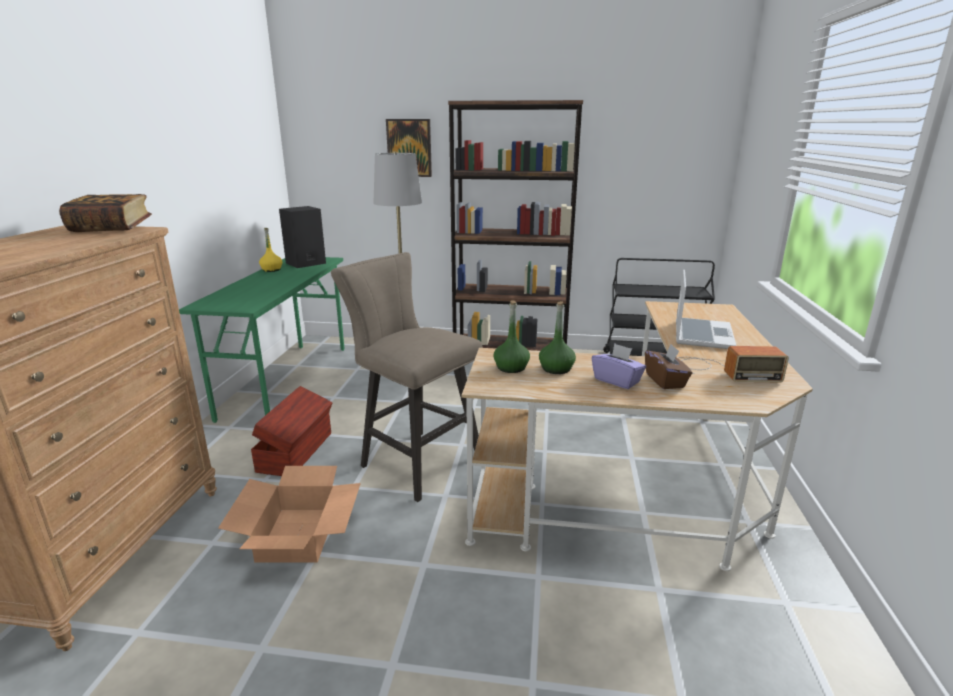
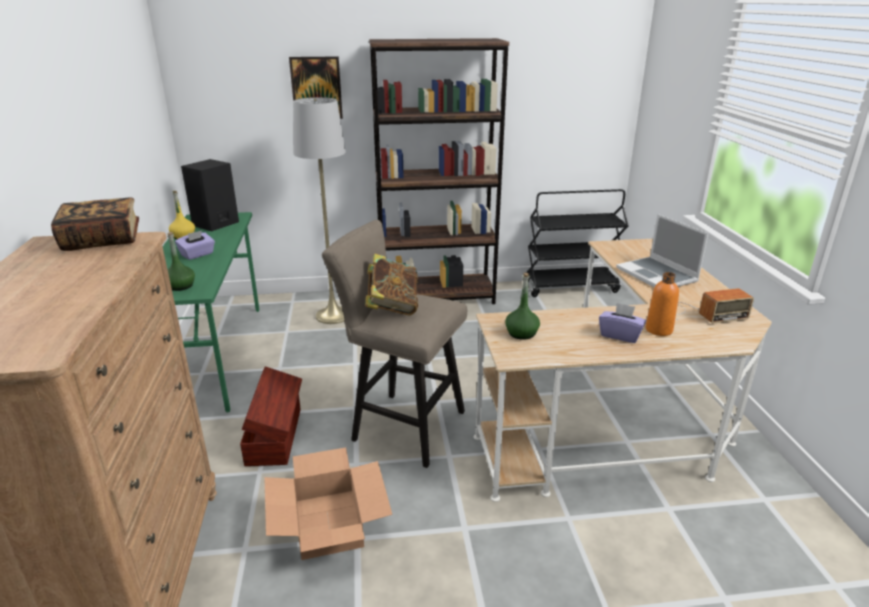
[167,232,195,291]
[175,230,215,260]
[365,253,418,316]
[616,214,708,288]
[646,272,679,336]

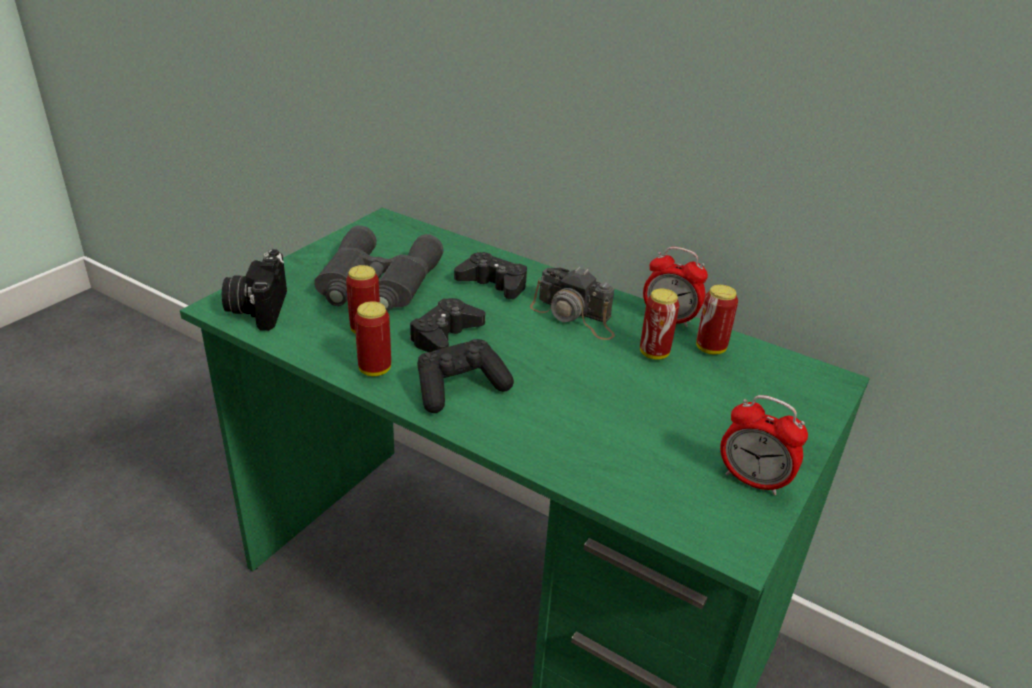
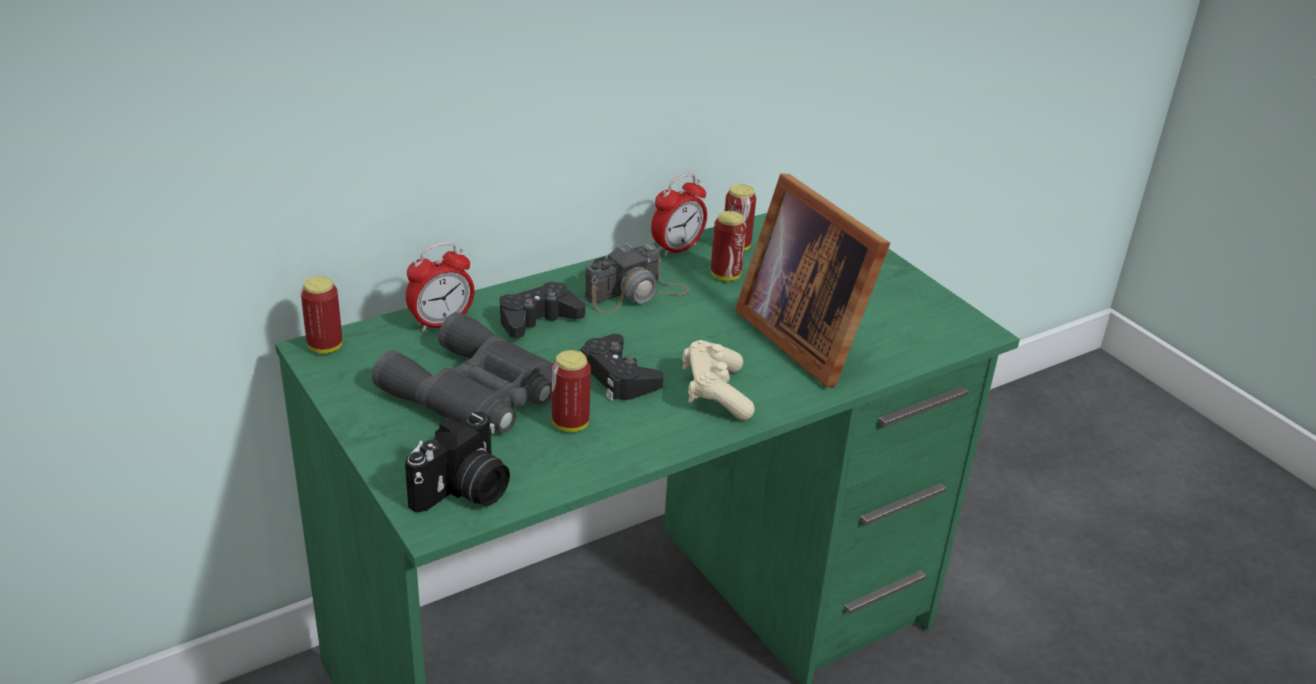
[301,276,342,354]
[405,412,510,513]
[406,242,475,332]
[682,340,755,420]
[735,174,890,387]

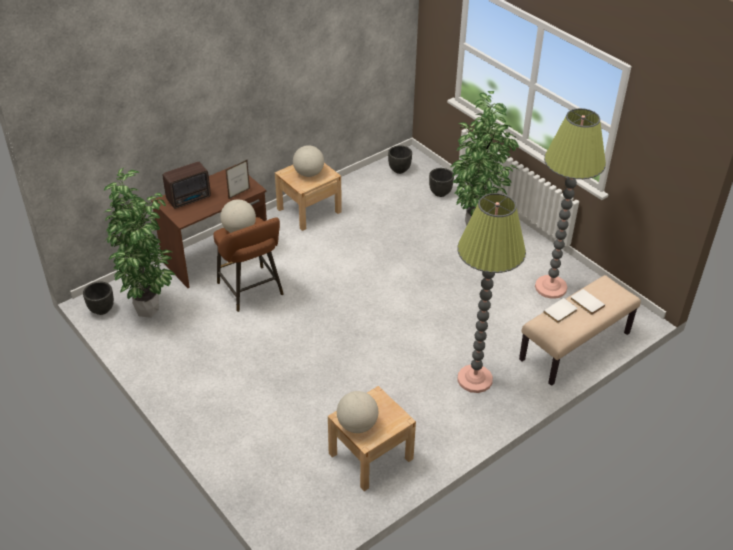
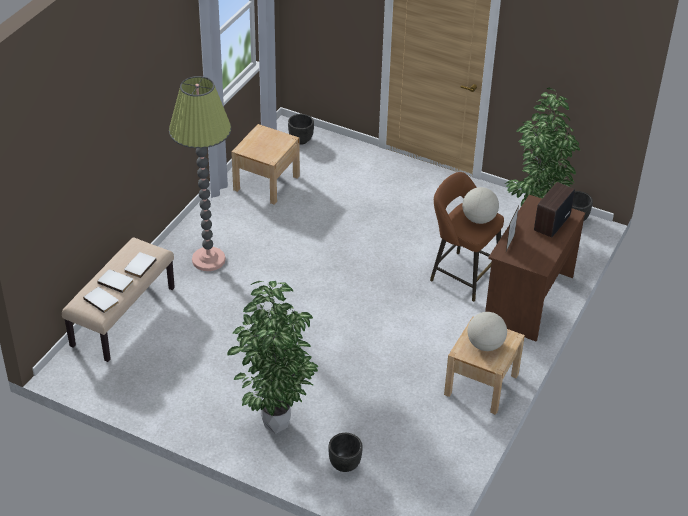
[83,287,119,313]
[288,114,314,145]
[337,391,378,433] (first image)
[535,108,606,299] (first image)

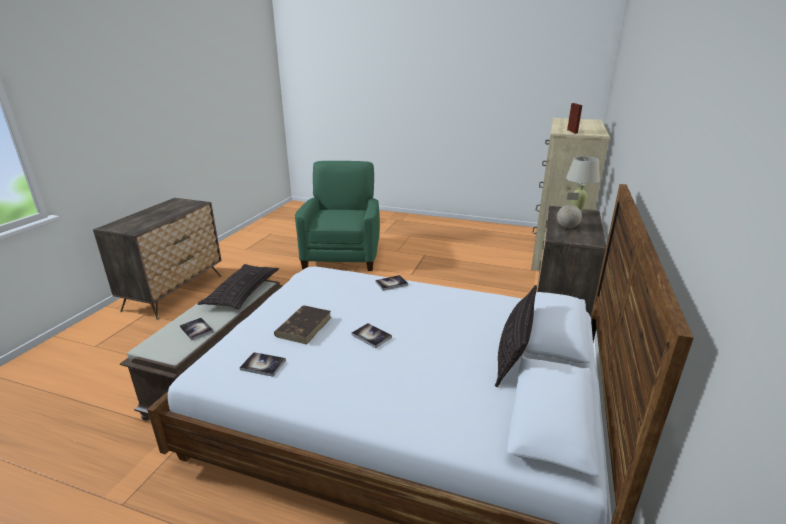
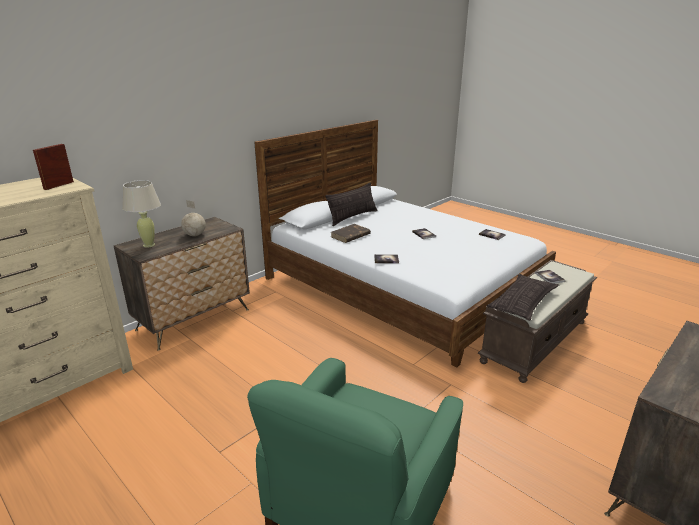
[331,224,371,243]

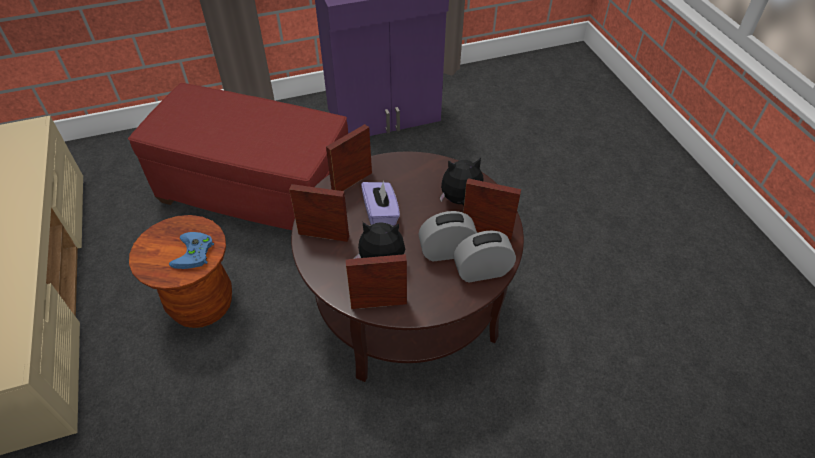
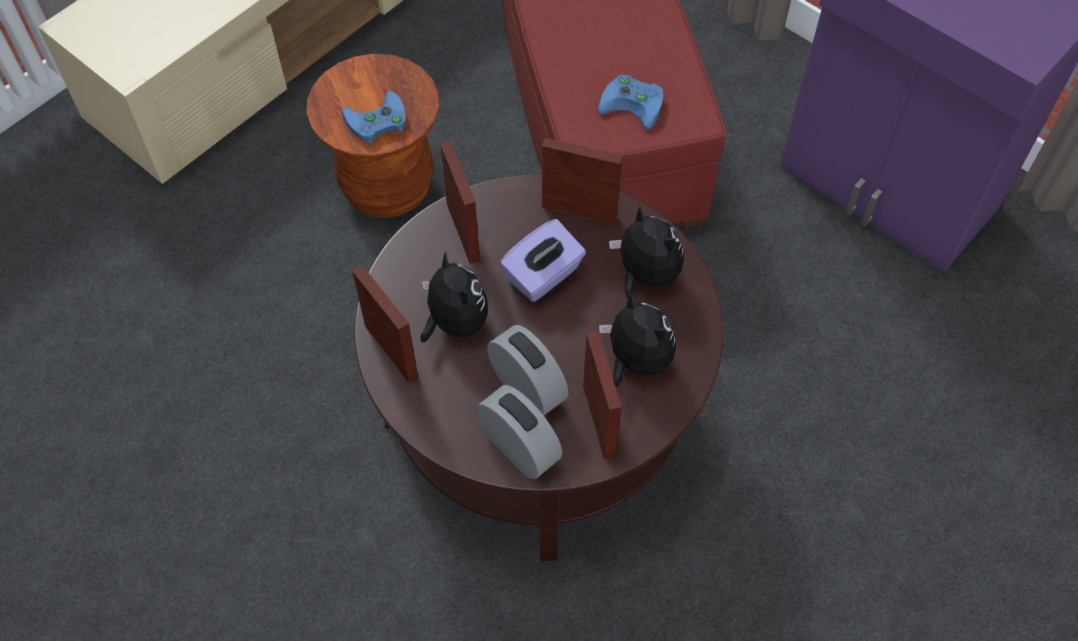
[598,75,663,130]
[609,206,684,298]

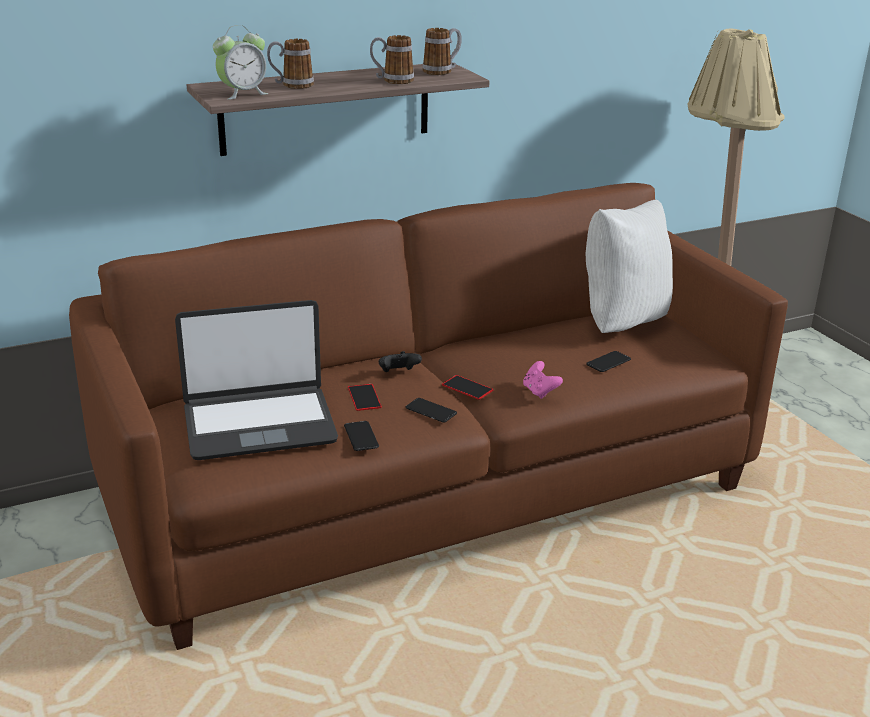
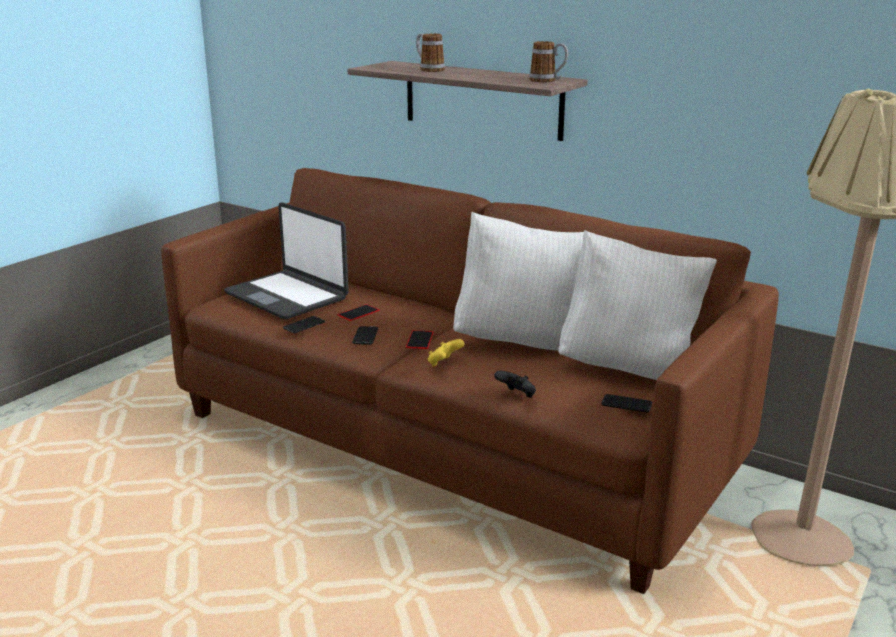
[428,339,464,367]
[454,212,584,350]
[494,371,536,398]
[601,394,652,413]
[213,25,269,100] (first image)
[370,35,414,84] (first image)

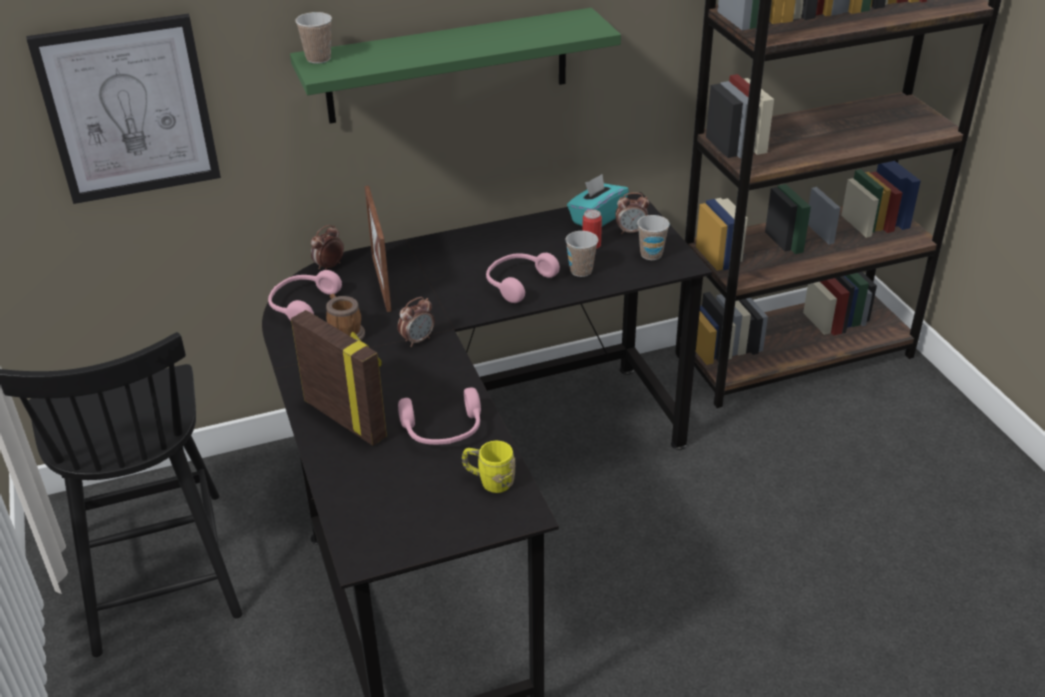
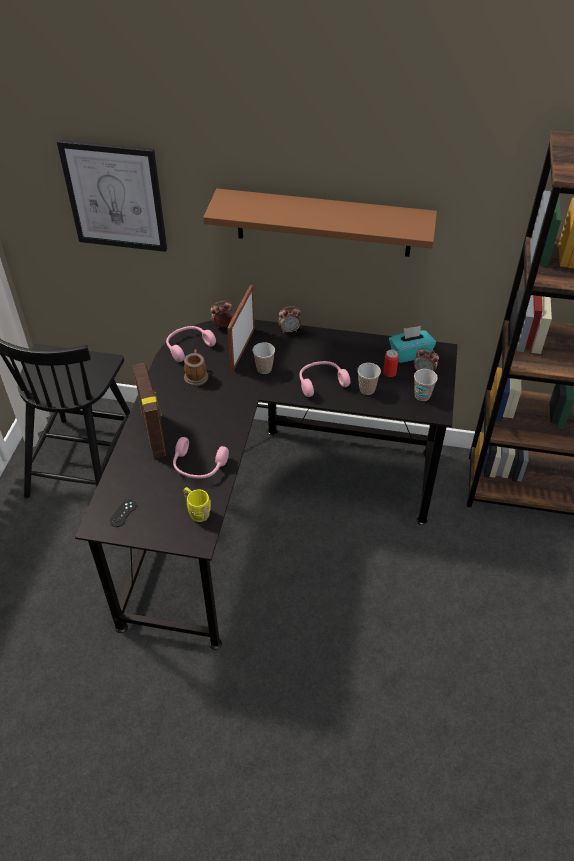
[109,499,136,527]
[203,188,437,257]
[252,342,275,374]
[278,306,301,333]

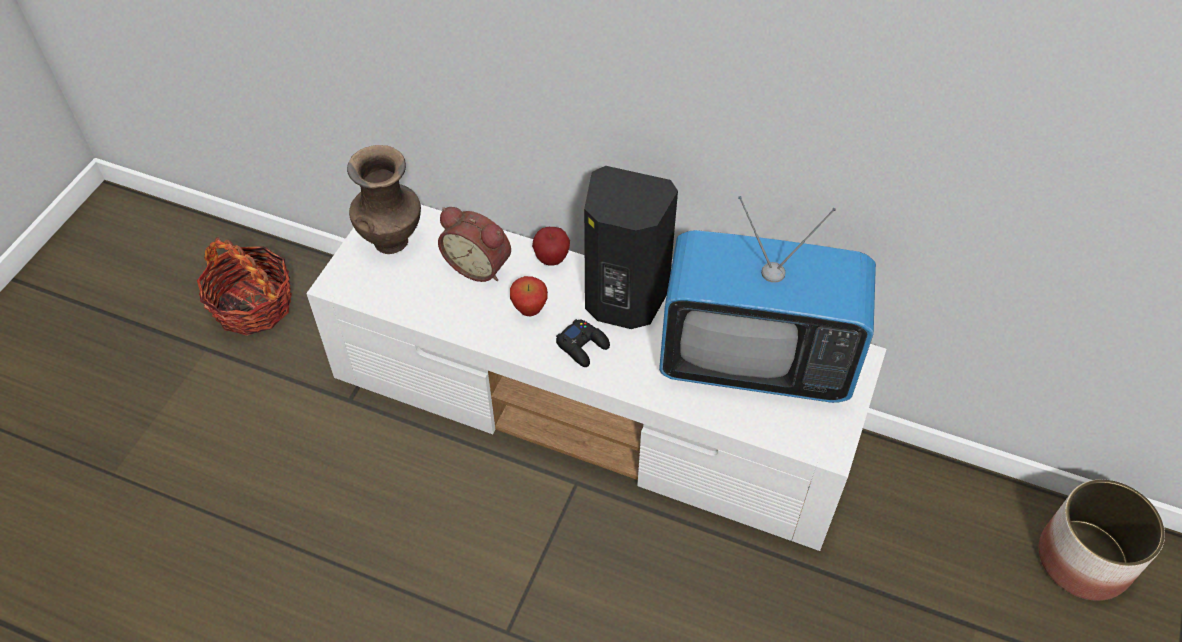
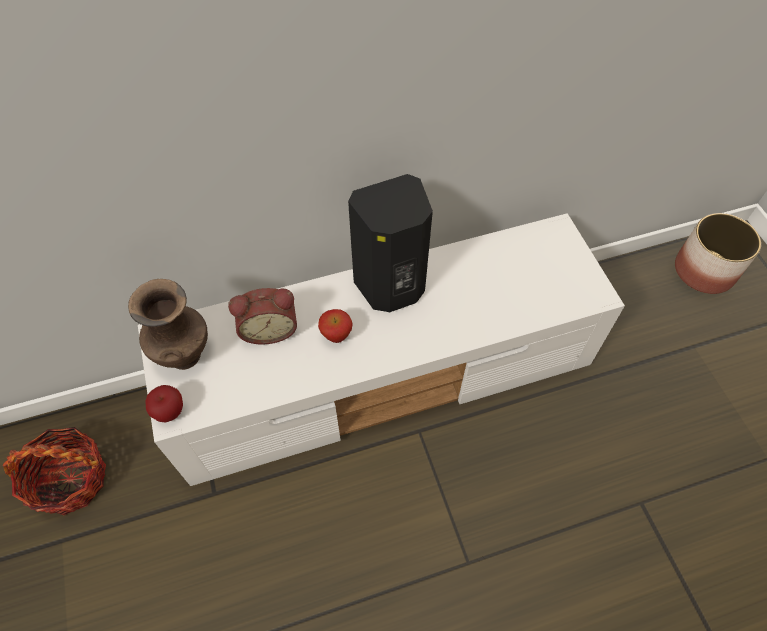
[145,385,183,422]
[556,319,610,367] (first image)
[659,196,876,403] (first image)

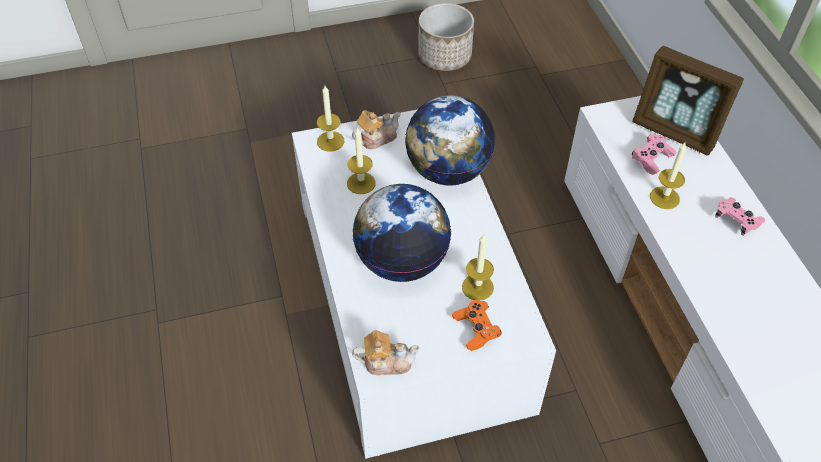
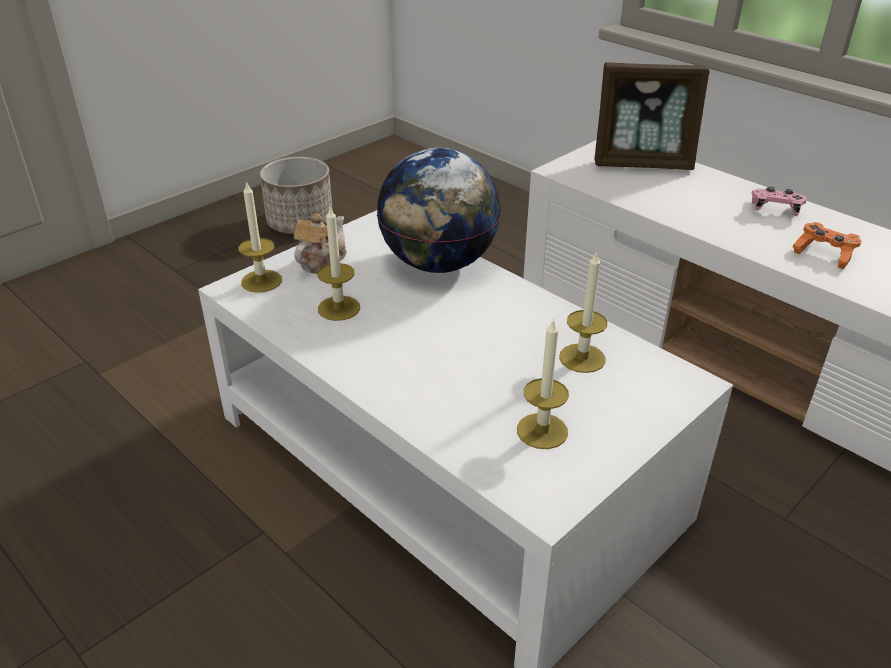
[517,318,569,449]
[792,222,861,269]
[352,184,451,282] (first image)
[352,330,420,375] (first image)
[632,134,676,175] (first image)

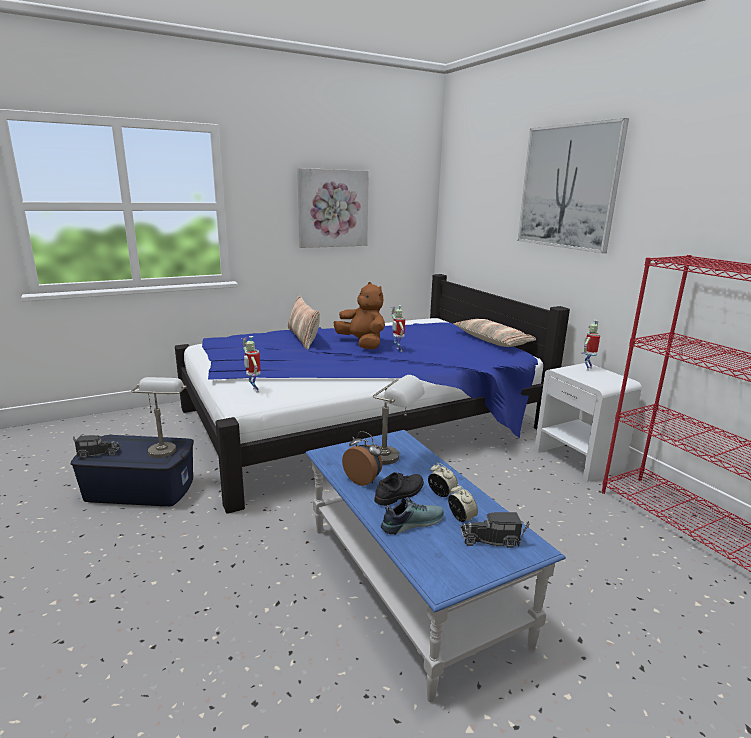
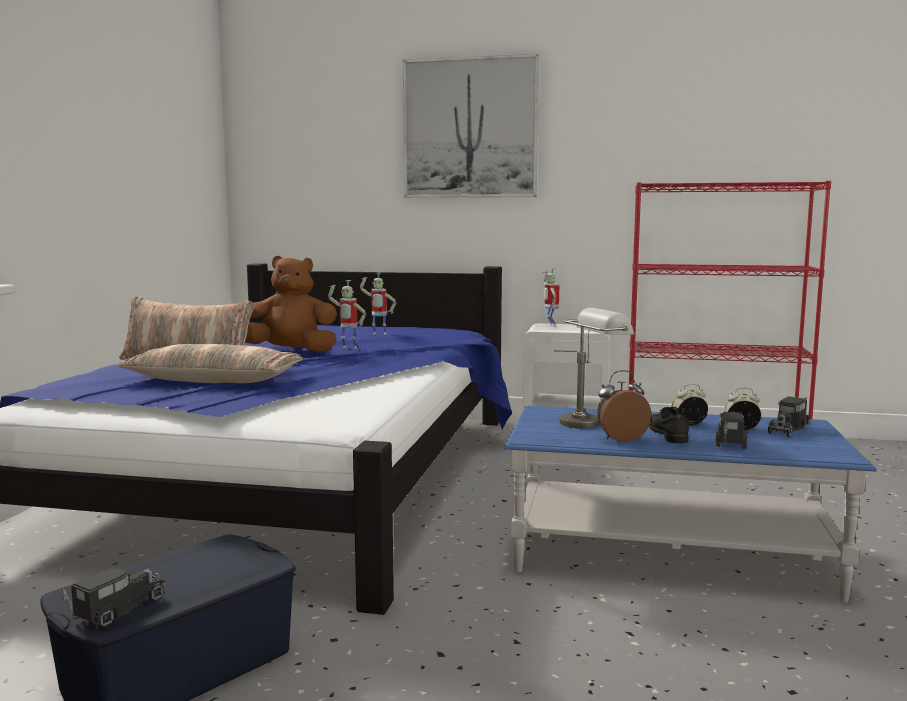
[116,344,303,383]
[360,273,396,334]
[715,412,747,449]
[131,377,187,458] (first image)
[297,168,369,248] (first image)

